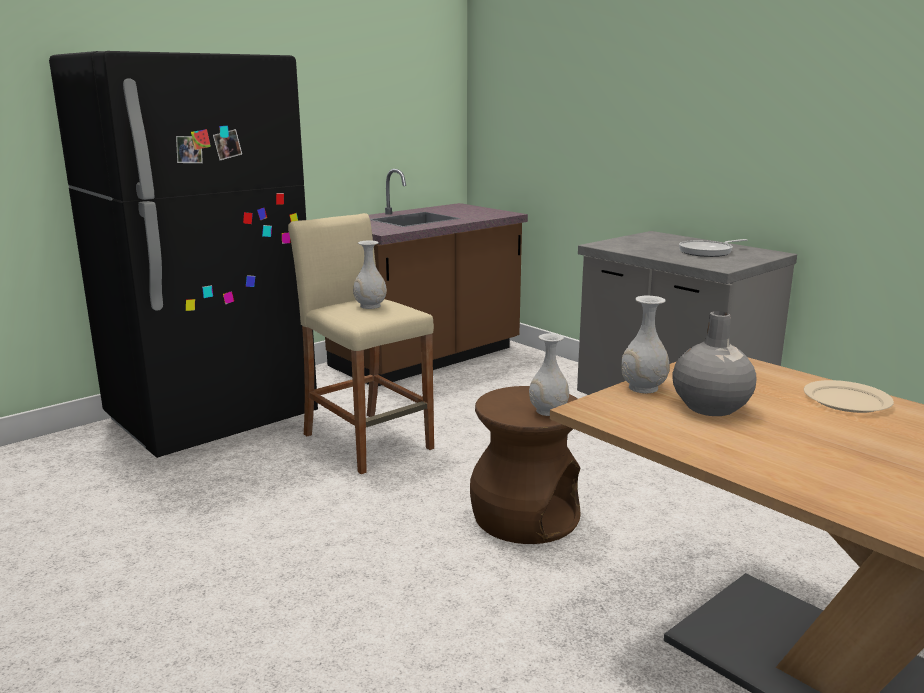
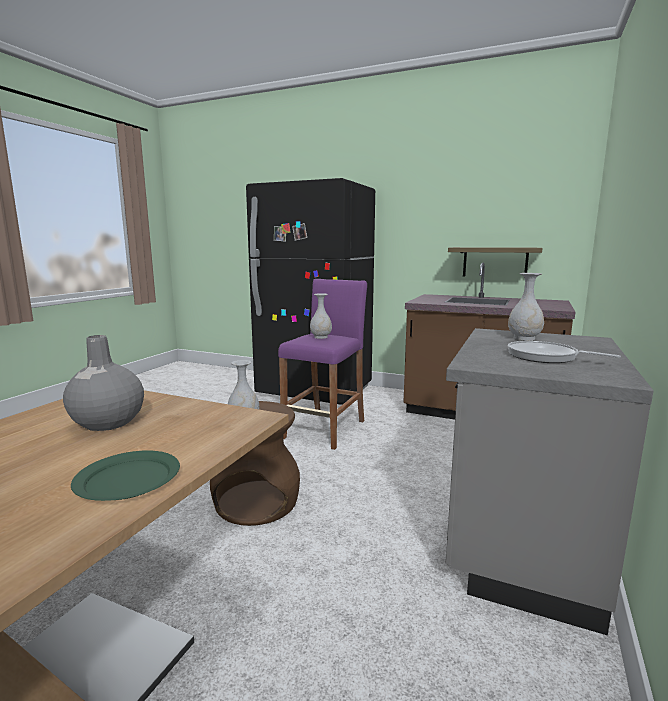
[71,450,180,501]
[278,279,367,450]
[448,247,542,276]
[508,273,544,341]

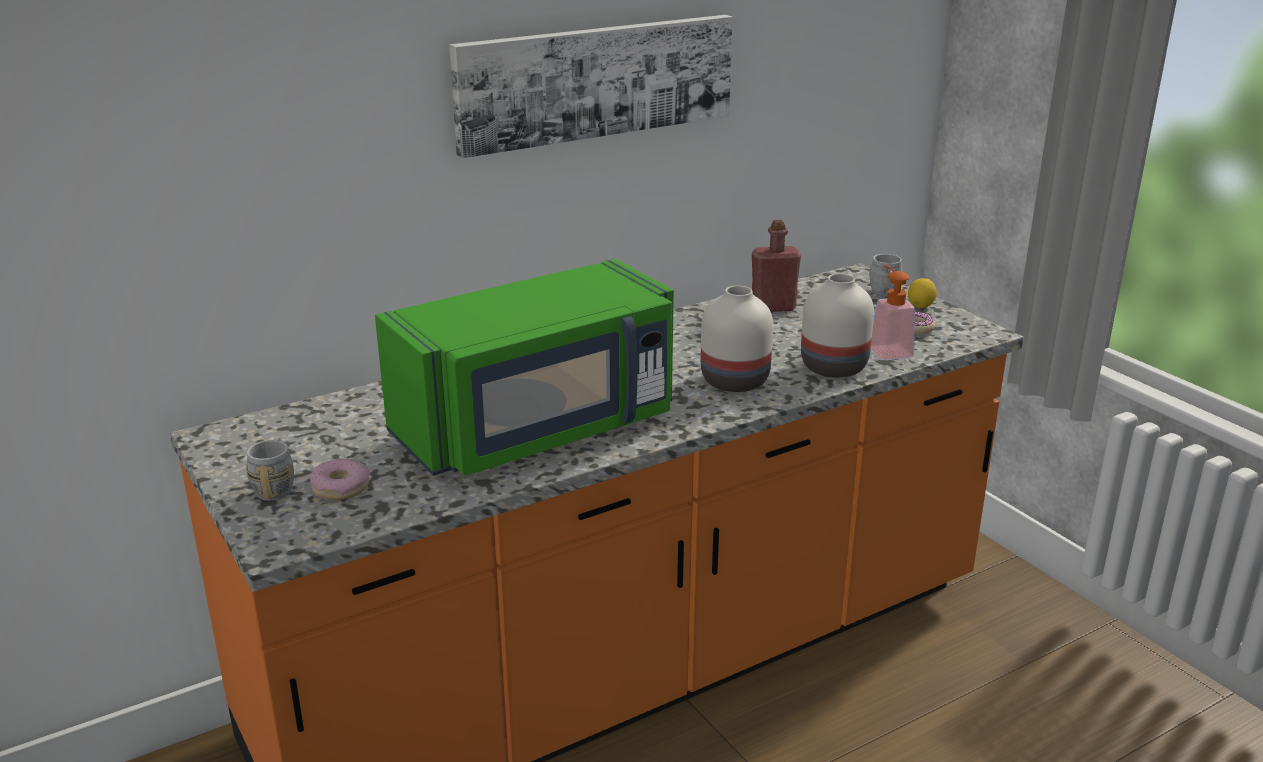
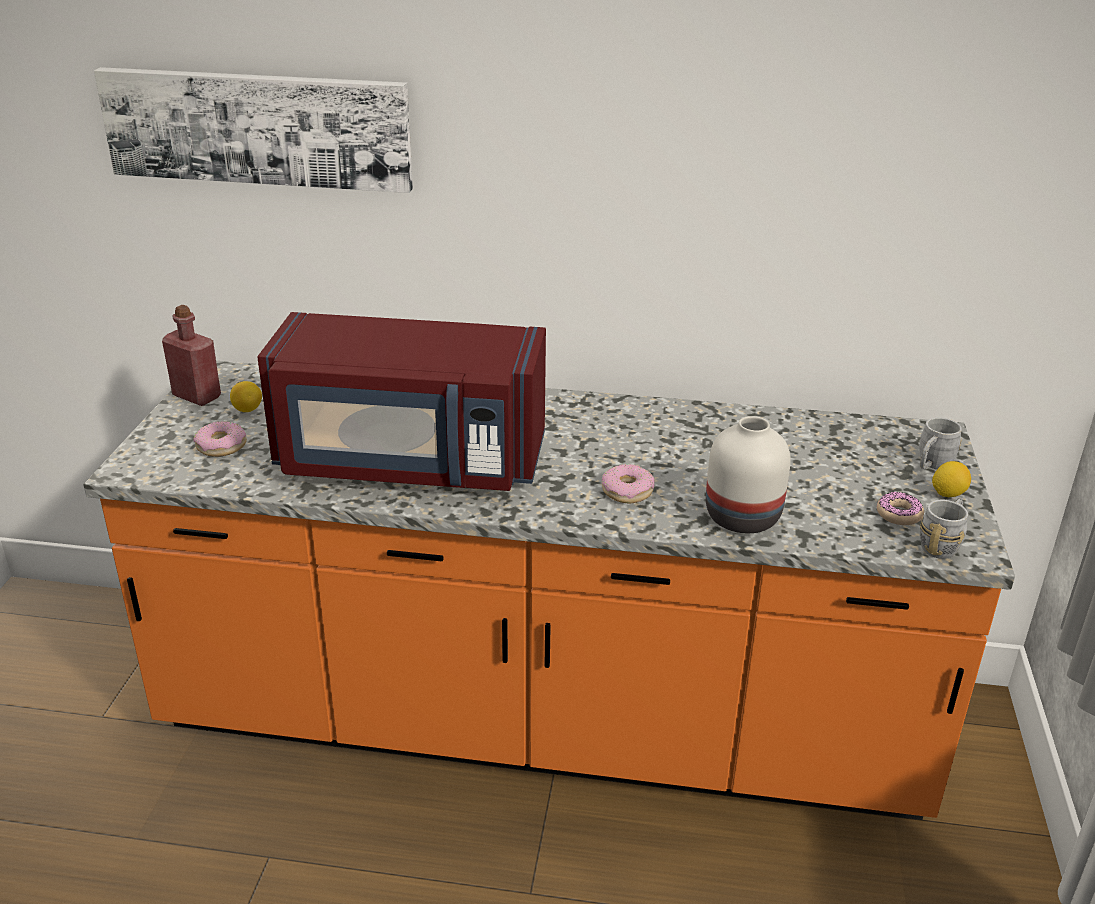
[94,67,413,193]
[162,305,221,406]
[230,381,262,412]
[257,312,546,491]
[602,464,654,503]
[920,499,968,559]
[871,265,915,360] (first image)

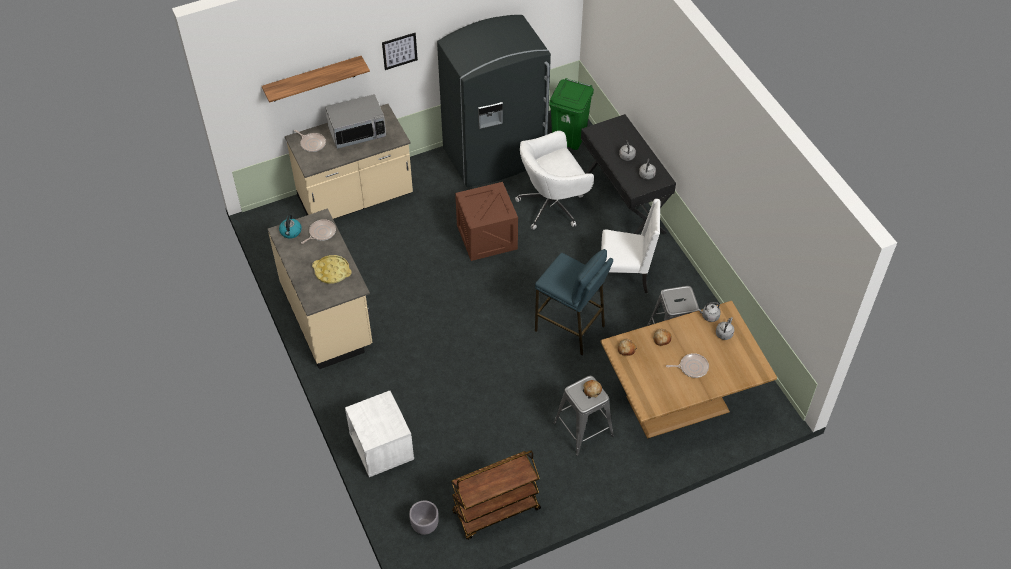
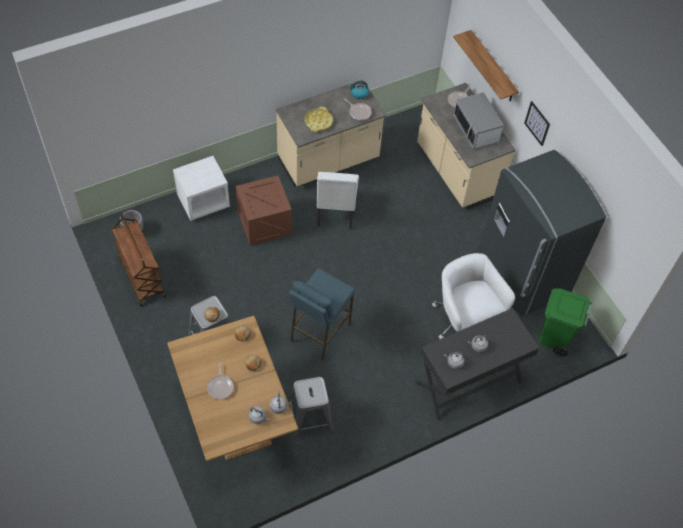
[236,176,292,246]
[317,172,359,229]

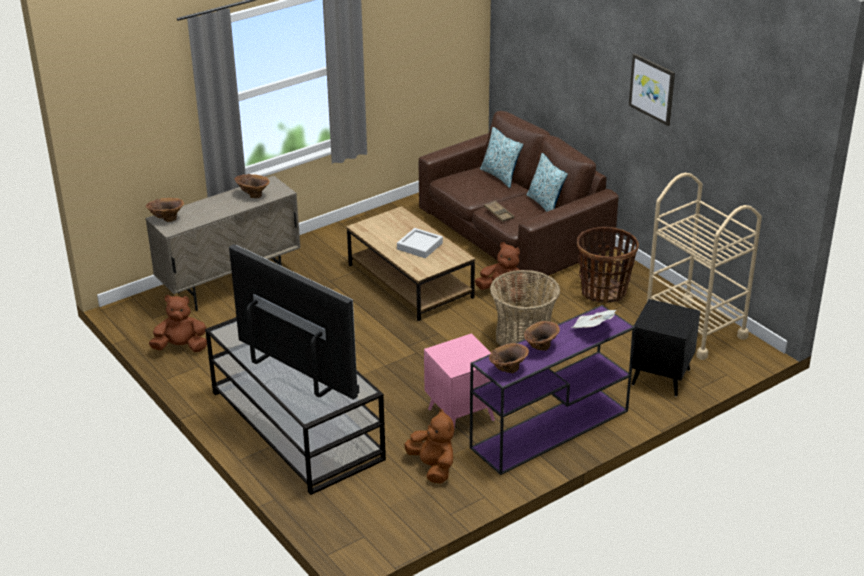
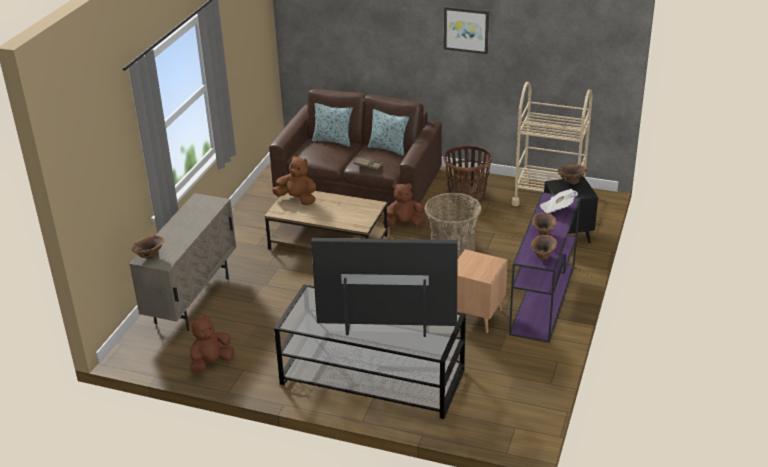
[272,155,316,205]
[457,249,508,333]
[557,164,587,185]
[397,228,443,258] (first image)

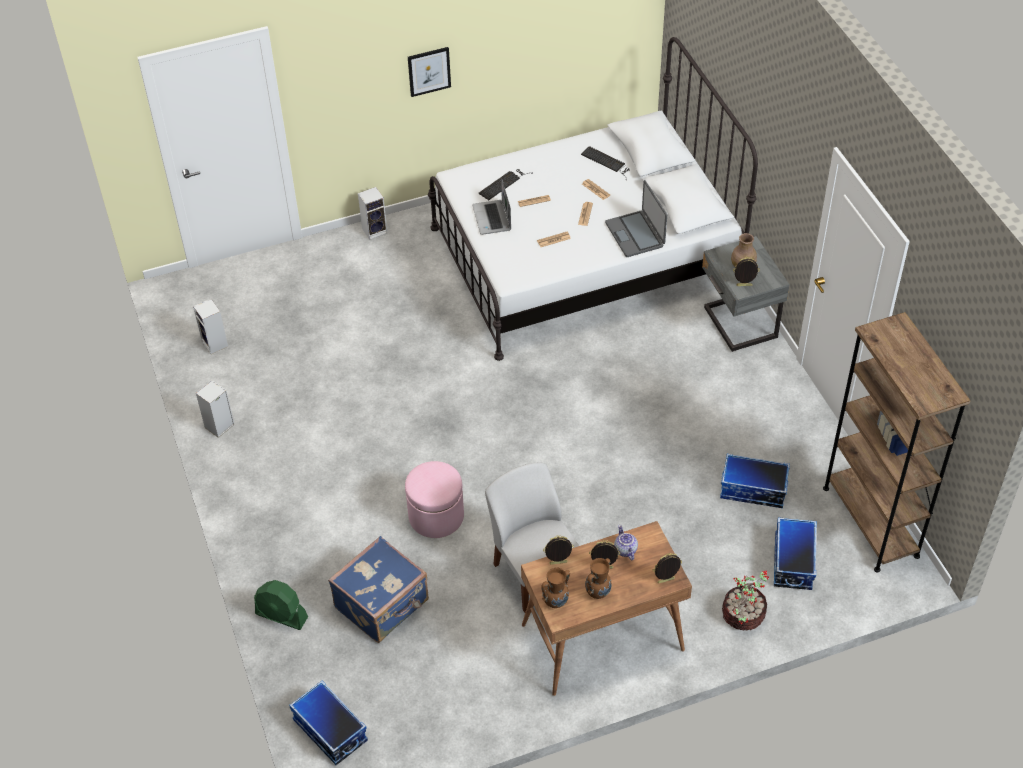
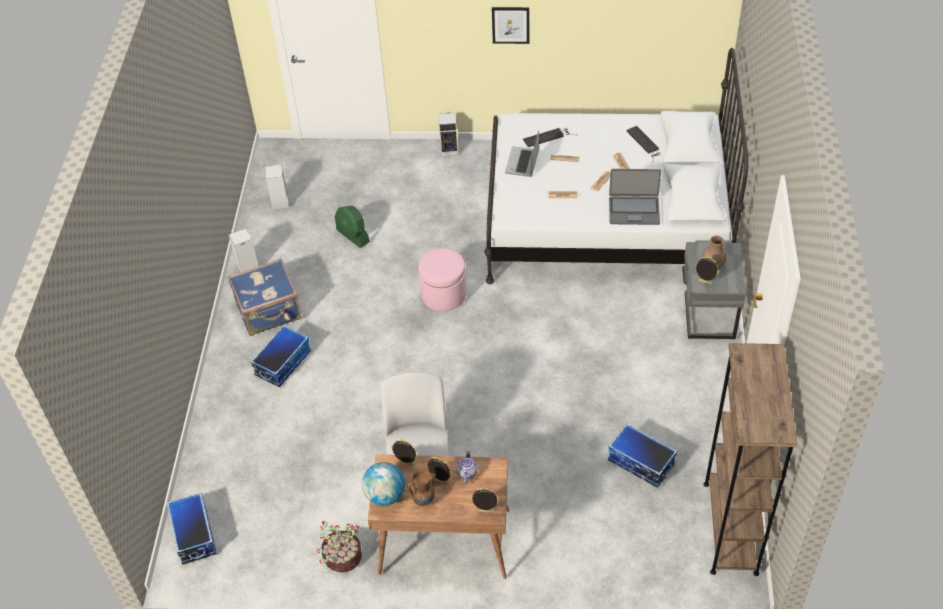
[228,259,302,336]
[251,325,311,387]
[317,521,362,572]
[335,205,370,248]
[362,462,405,506]
[418,248,466,311]
[609,169,661,225]

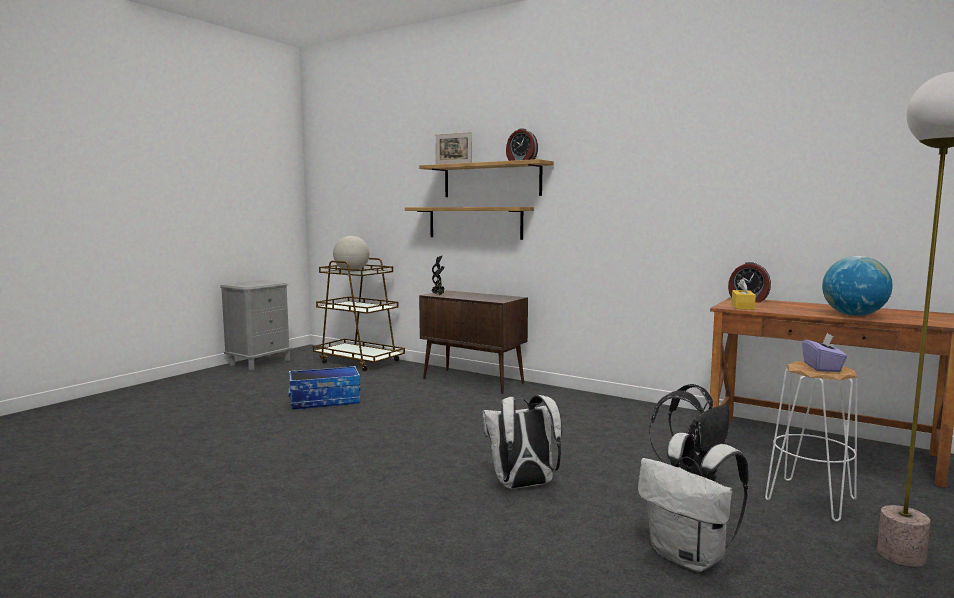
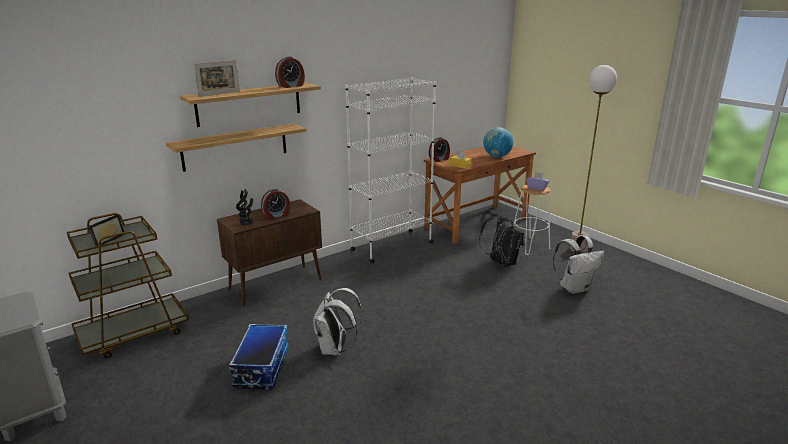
[88,214,125,247]
[261,189,290,220]
[313,288,363,356]
[345,77,436,263]

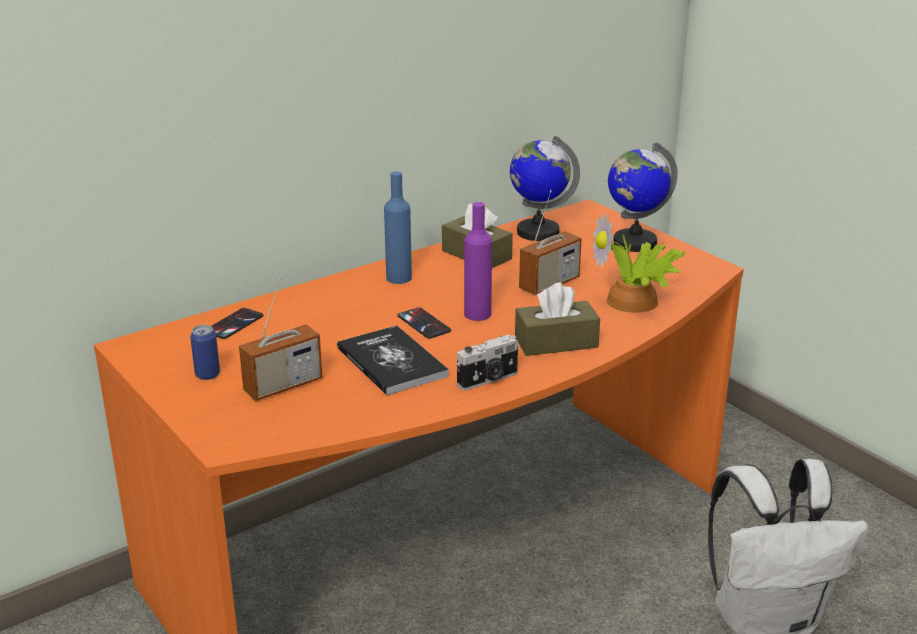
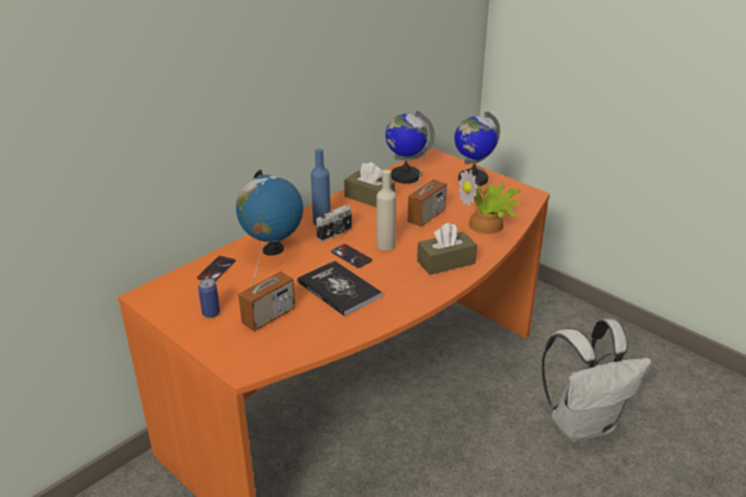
[236,170,303,256]
[316,205,352,242]
[376,170,396,251]

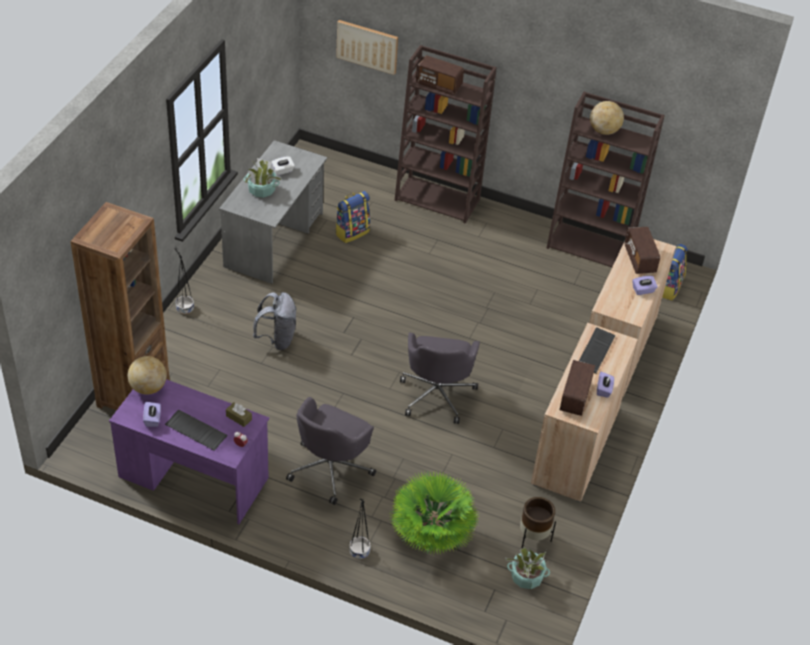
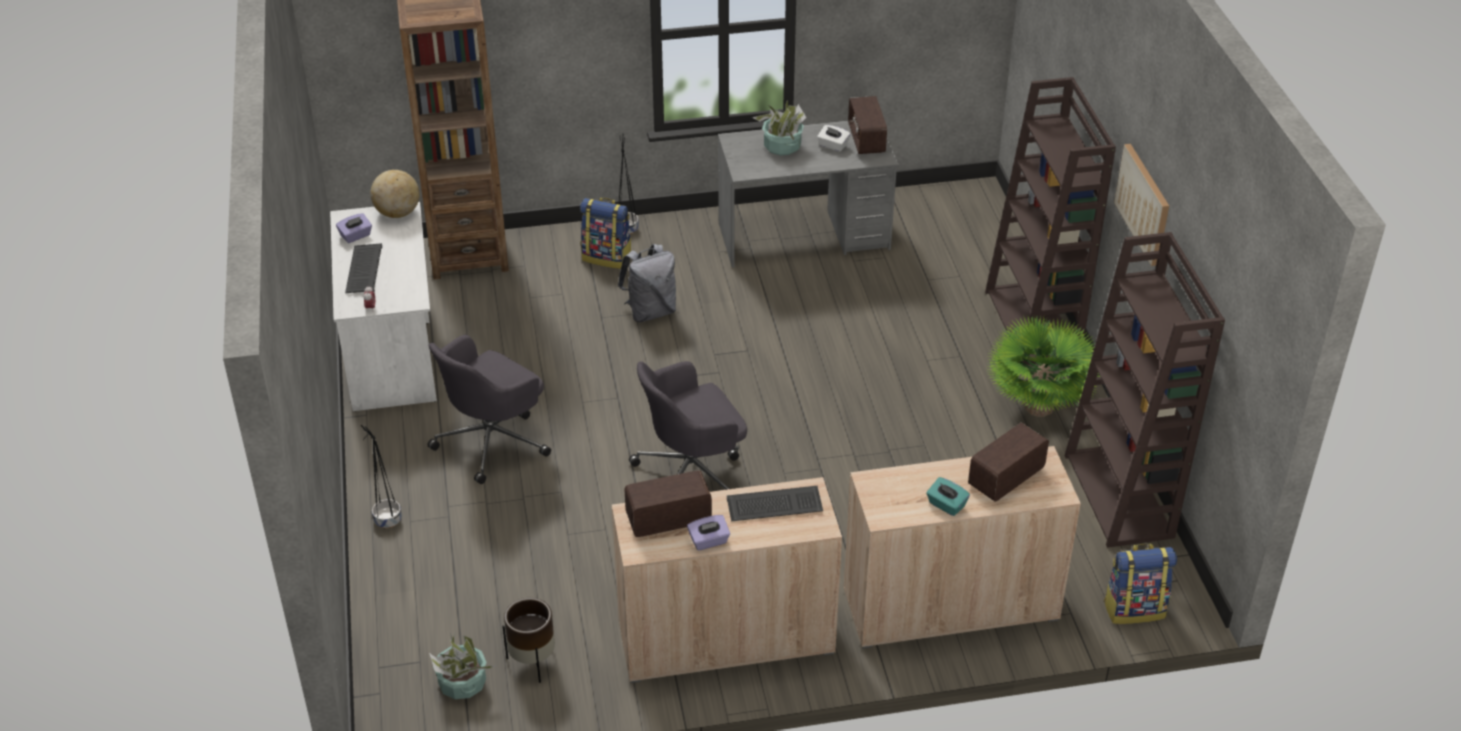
[330,202,437,411]
[427,335,551,484]
[580,198,631,269]
[848,96,887,154]
[926,477,970,516]
[988,315,1100,417]
[1114,144,1169,266]
[226,402,252,427] (first image)
[590,101,624,135] (first image)

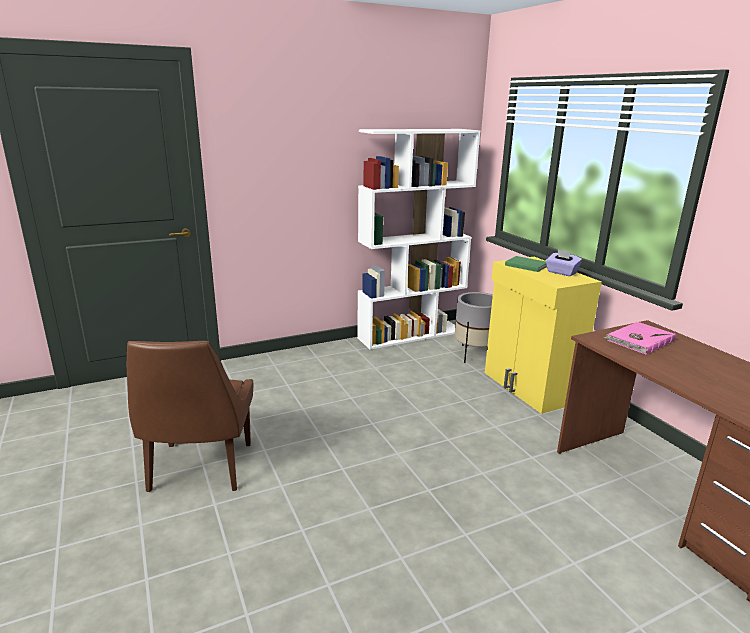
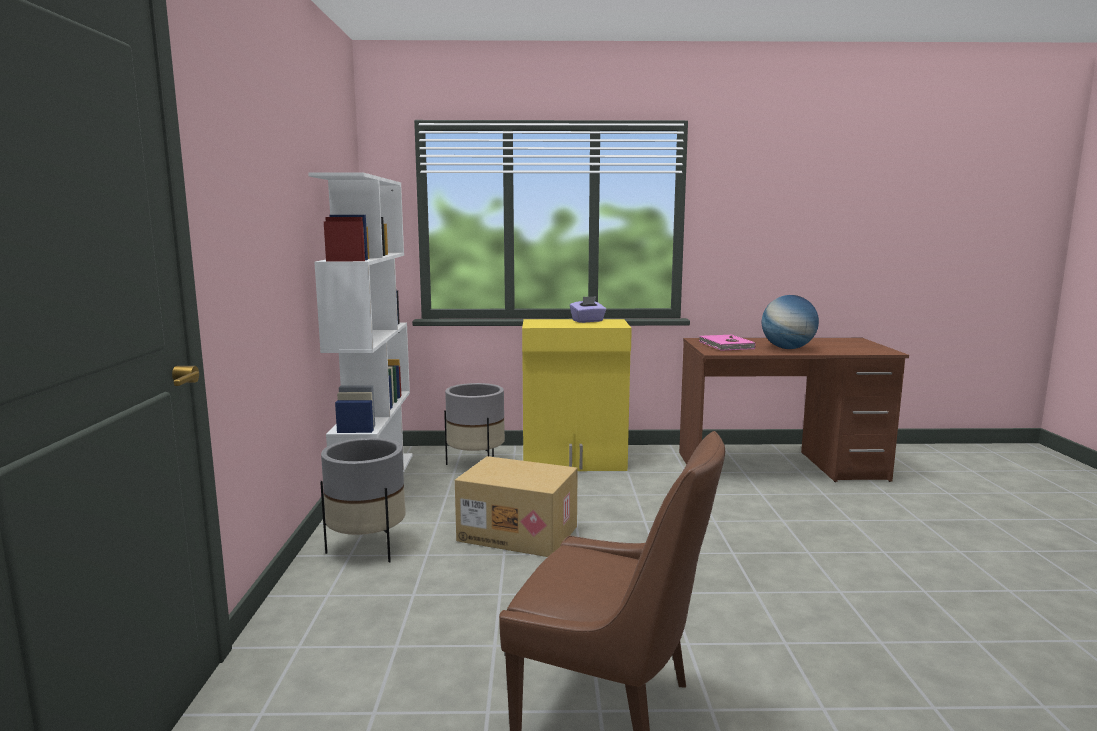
[320,438,406,563]
[455,456,578,557]
[762,295,819,349]
[505,256,547,272] (first image)

